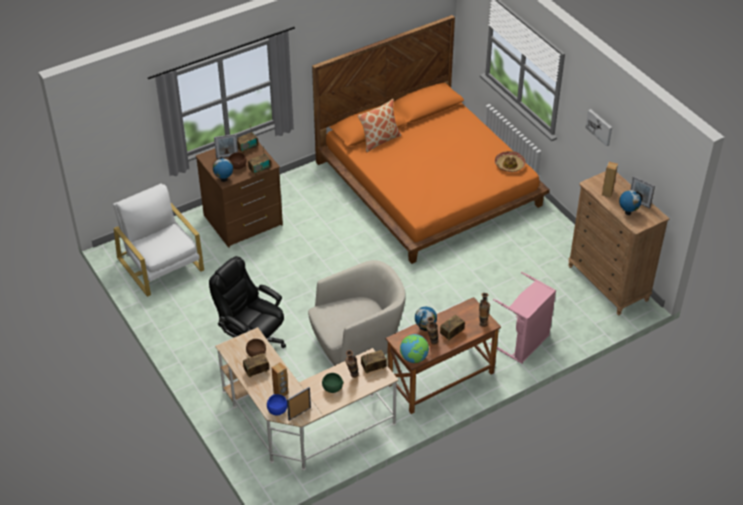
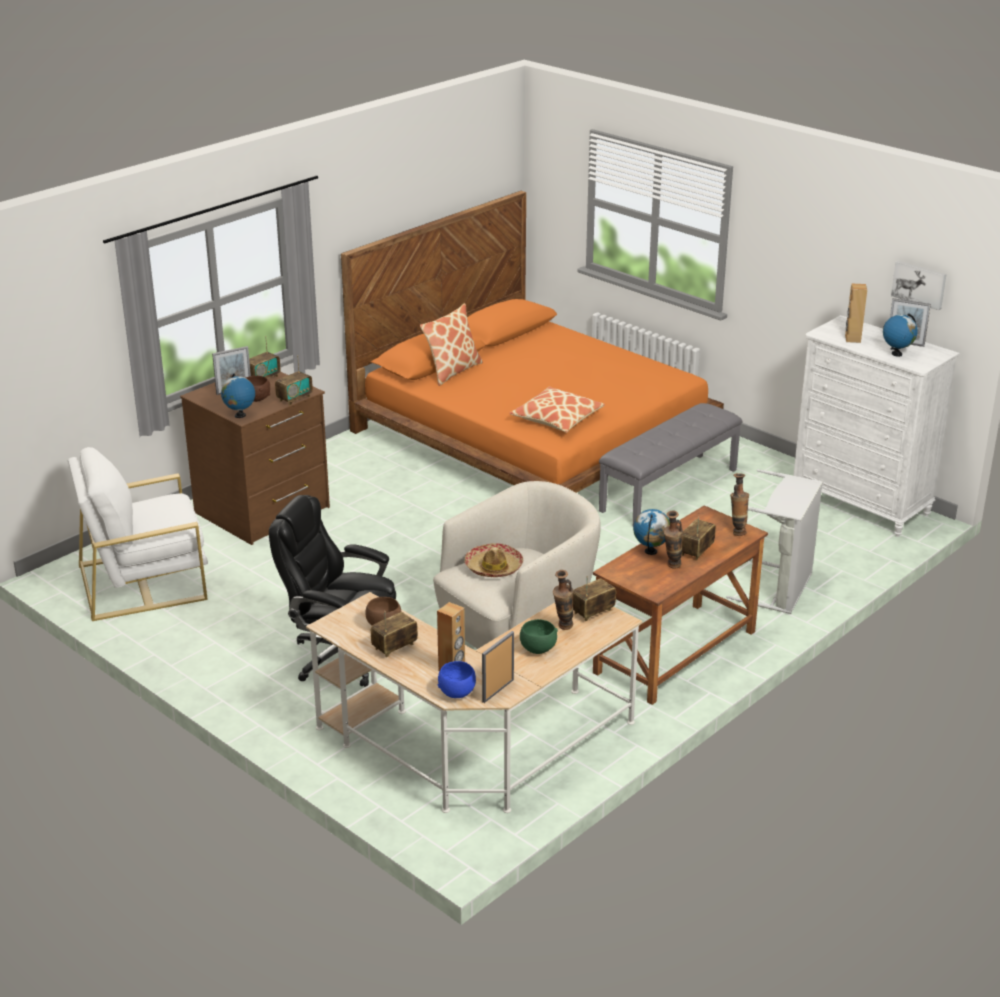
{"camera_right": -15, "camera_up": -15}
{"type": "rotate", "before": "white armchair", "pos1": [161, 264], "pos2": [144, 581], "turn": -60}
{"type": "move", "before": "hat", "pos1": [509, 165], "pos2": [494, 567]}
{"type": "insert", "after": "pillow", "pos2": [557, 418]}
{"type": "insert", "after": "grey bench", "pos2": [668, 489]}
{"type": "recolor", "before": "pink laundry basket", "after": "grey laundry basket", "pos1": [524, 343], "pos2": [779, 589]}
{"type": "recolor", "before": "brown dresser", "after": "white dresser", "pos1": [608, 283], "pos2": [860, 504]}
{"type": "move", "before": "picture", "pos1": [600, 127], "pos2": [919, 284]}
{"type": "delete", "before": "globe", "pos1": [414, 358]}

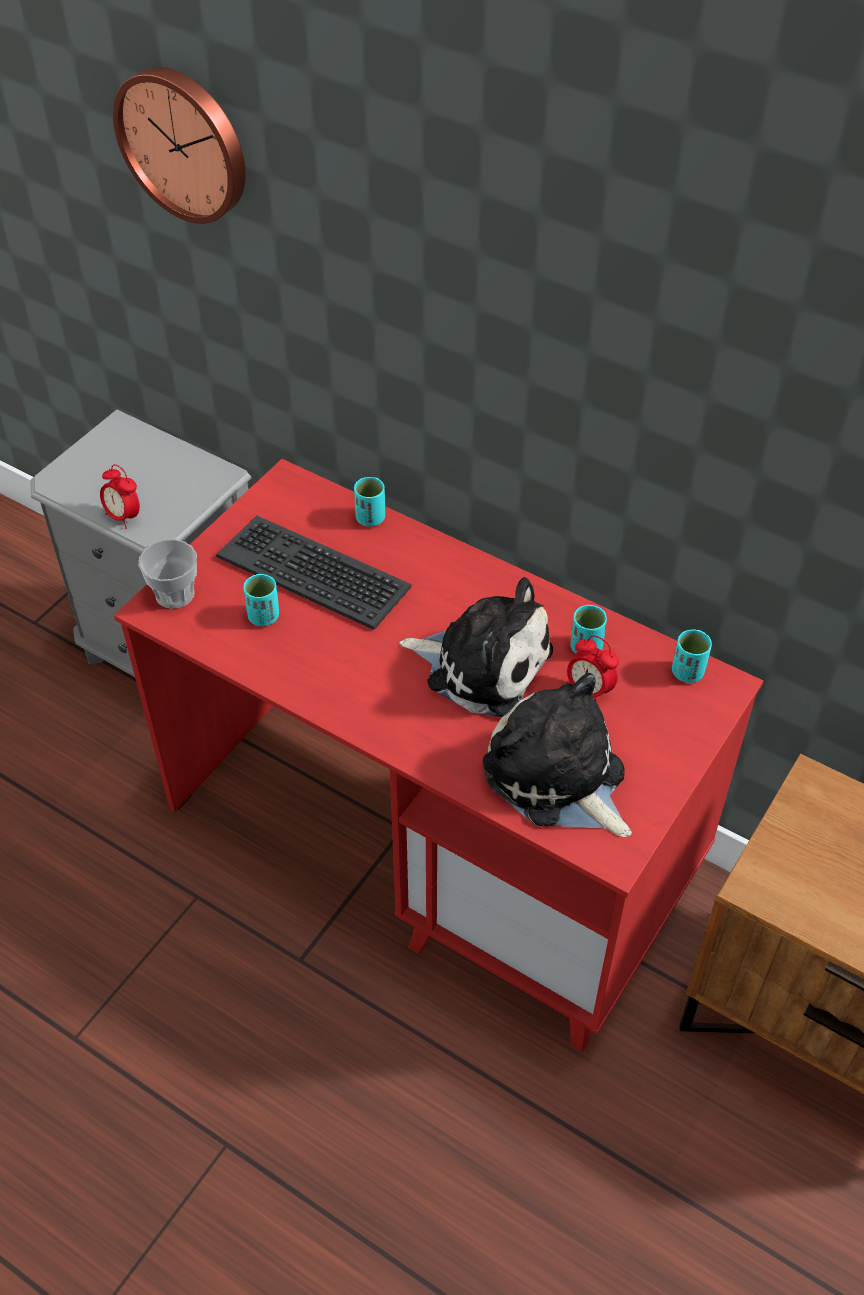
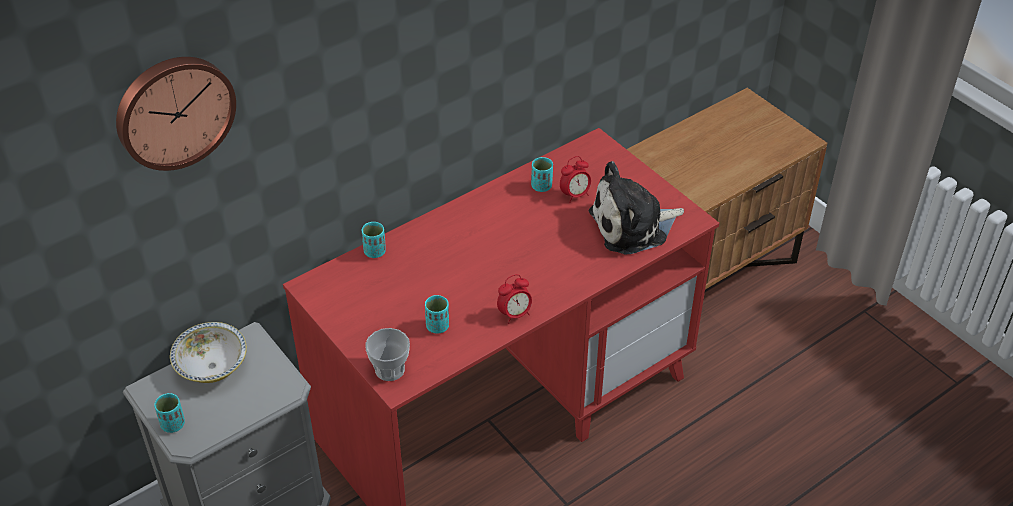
{"camera_right": -70, "camera_up": -5}
{"type": "move", "before": "turquoise cup", "pos1": [687, 672], "pos2": [173, 424]}
{"type": "insert", "after": "bowl", "pos2": [212, 367]}
{"type": "move", "before": "alarm clock", "pos1": [123, 517], "pos2": [515, 314]}
{"type": "delete", "before": "keyboard", "pos1": [314, 571]}
{"type": "delete", "before": "plush toy", "pos1": [482, 664]}

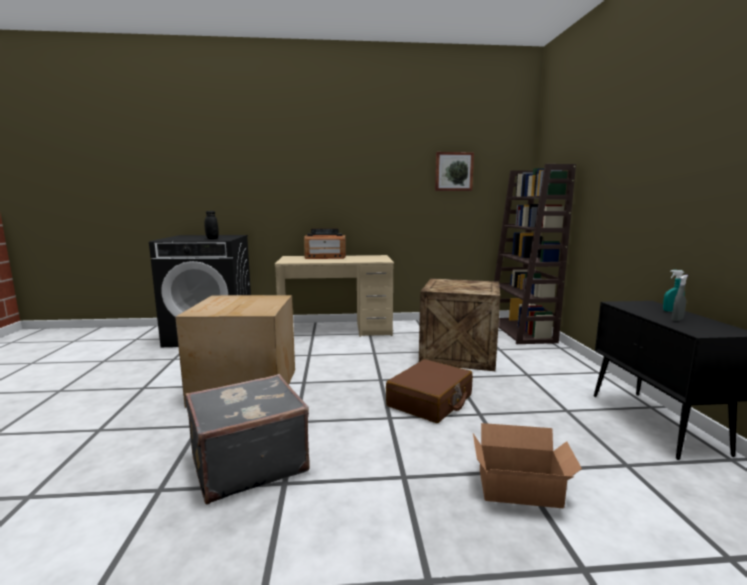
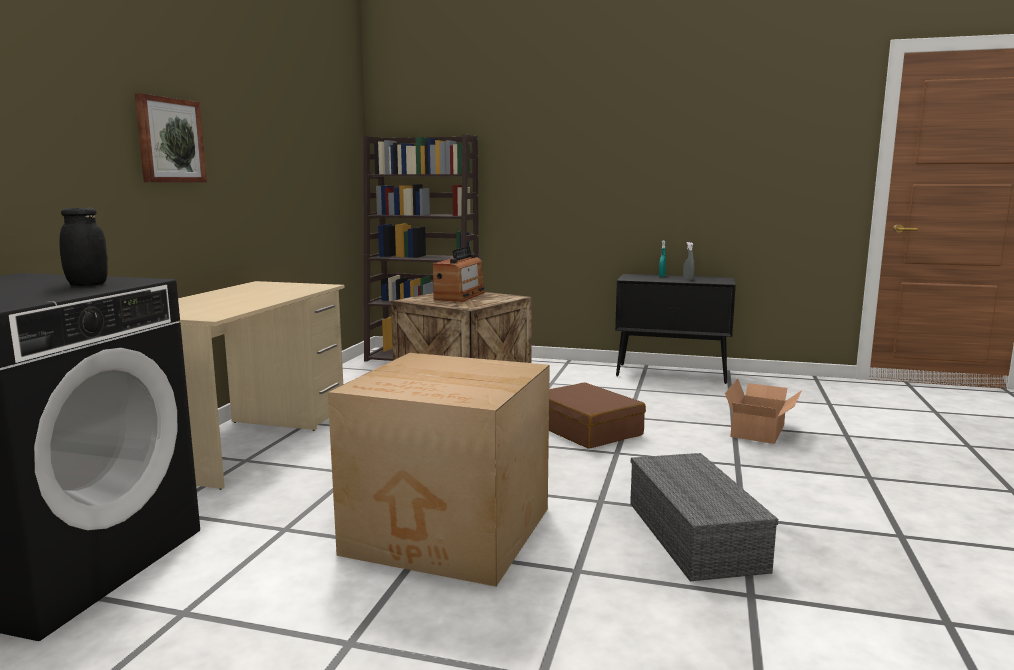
{"camera_right": -70, "camera_up": 0}
{"type": "move", "before": "picture", "pos1": [453, 171], "pos2": [169, 140]}
{"type": "move", "before": "radio", "pos1": [325, 257], "pos2": [459, 296]}
{"type": "replace", "before": "grey suitcase", "after": "grey storage box", "pos1": [247, 463], "pos2": [697, 536]}

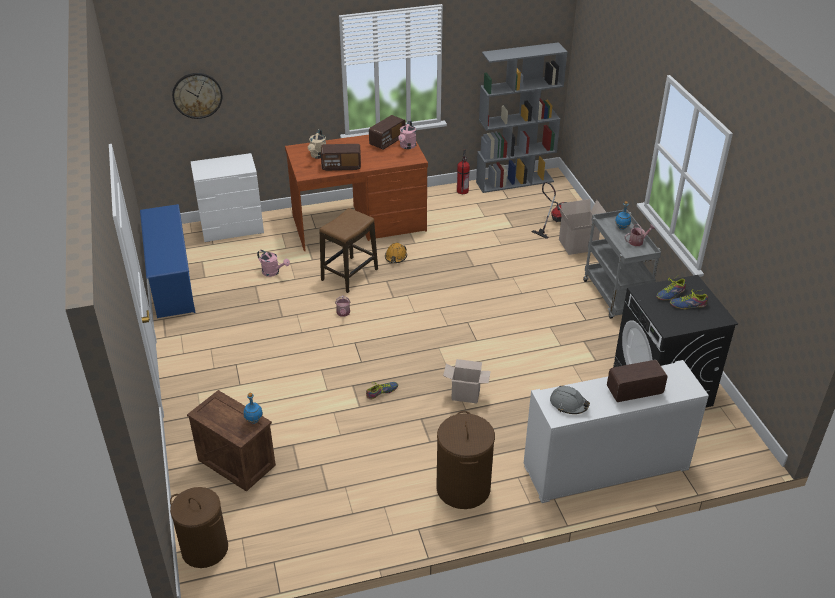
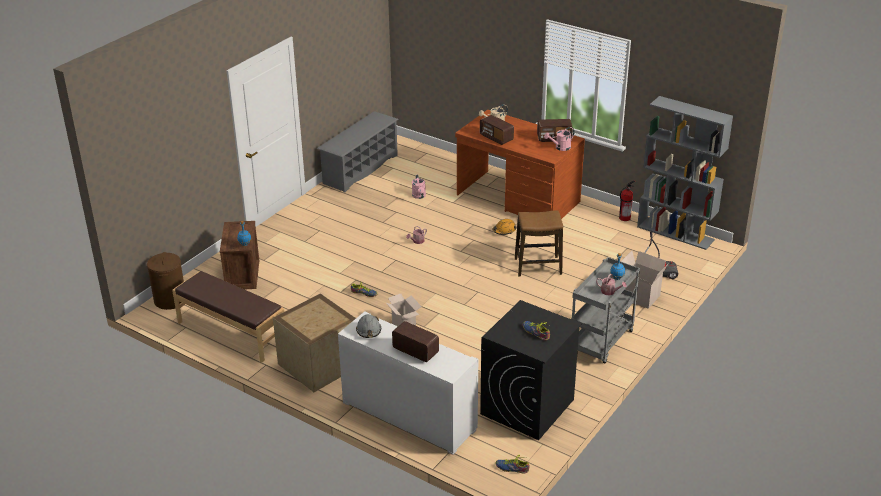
{"camera_right": 50, "camera_up": -5}
{"type": "insert", "after": "brown bench", "pos2": [231, 332]}
{"type": "replace", "before": "brown laundry basket", "after": "crate", "pos1": [463, 488], "pos2": [319, 365]}
{"type": "recolor", "before": "blue shoe rack", "after": "grey shoe rack", "pos1": [172, 281], "pos2": [360, 169]}
{"type": "move", "before": "shoe", "pos1": [670, 294], "pos2": [512, 468]}
{"type": "move", "before": "stool", "pos1": [349, 275], "pos2": [537, 266]}
{"type": "delete", "before": "wall clock", "pos1": [197, 95]}
{"type": "delete", "before": "white dresser", "pos1": [232, 228]}

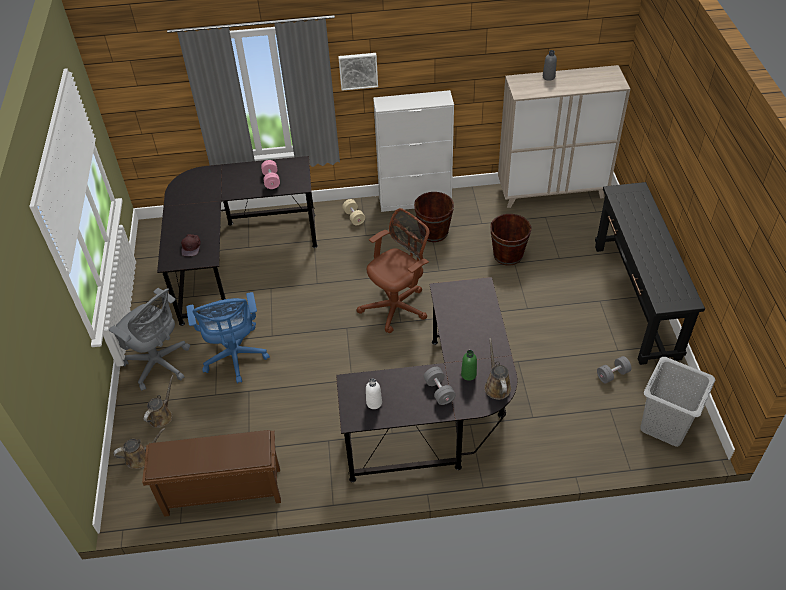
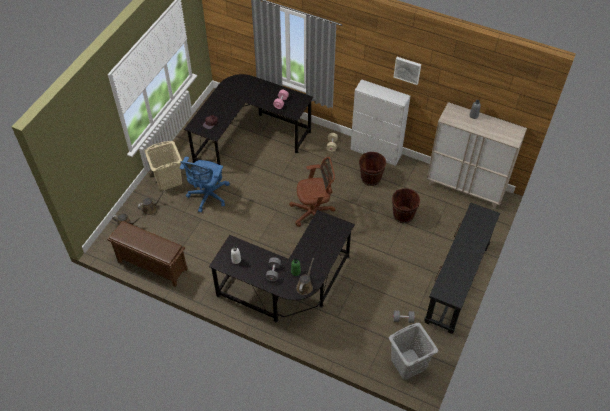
{"camera_right": 30, "camera_up": 5}
{"type": "replace", "before": "grey office chair", "after": "beige laundry basket", "pos1": [159, 364], "pos2": [168, 180]}
{"type": "move", "before": "picture", "pos1": [358, 70], "pos2": [407, 70]}

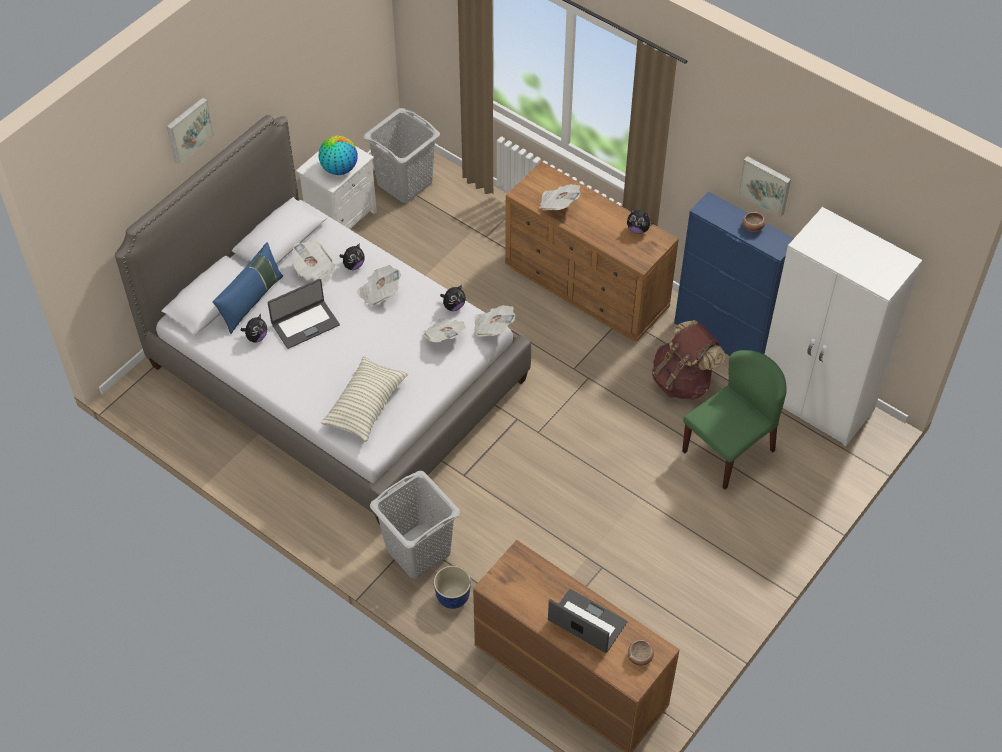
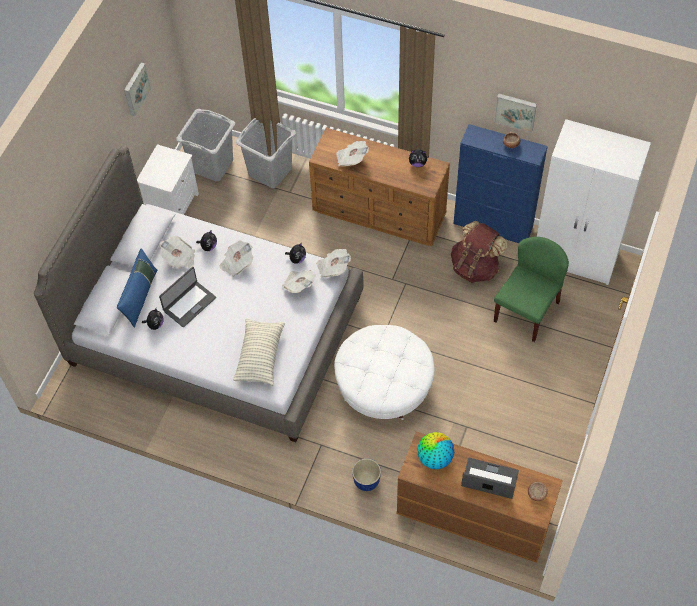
{"camera_right": -15, "camera_up": 5}
{"type": "move", "before": "picture", "pos1": [188, 129], "pos2": [135, 88]}
{"type": "move", "before": "grey laundry basket", "pos1": [418, 550], "pos2": [270, 171]}
{"type": "insert", "after": "white ottoman", "pos2": [384, 385]}
{"type": "move", "before": "globe", "pos1": [339, 169], "pos2": [434, 458]}

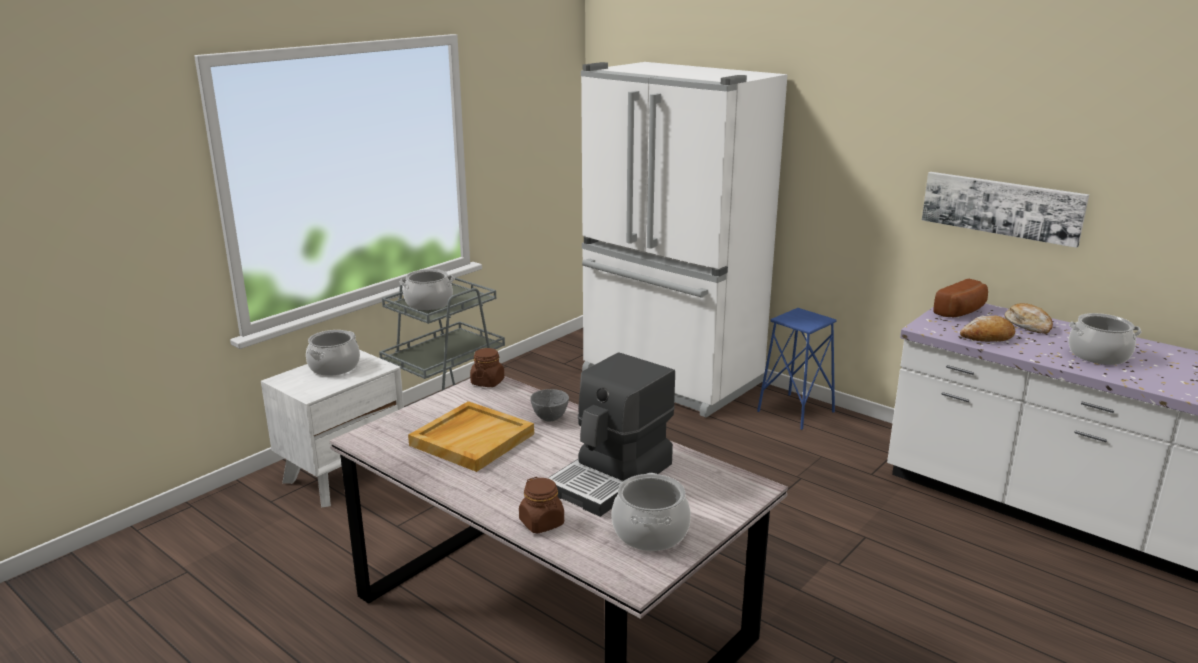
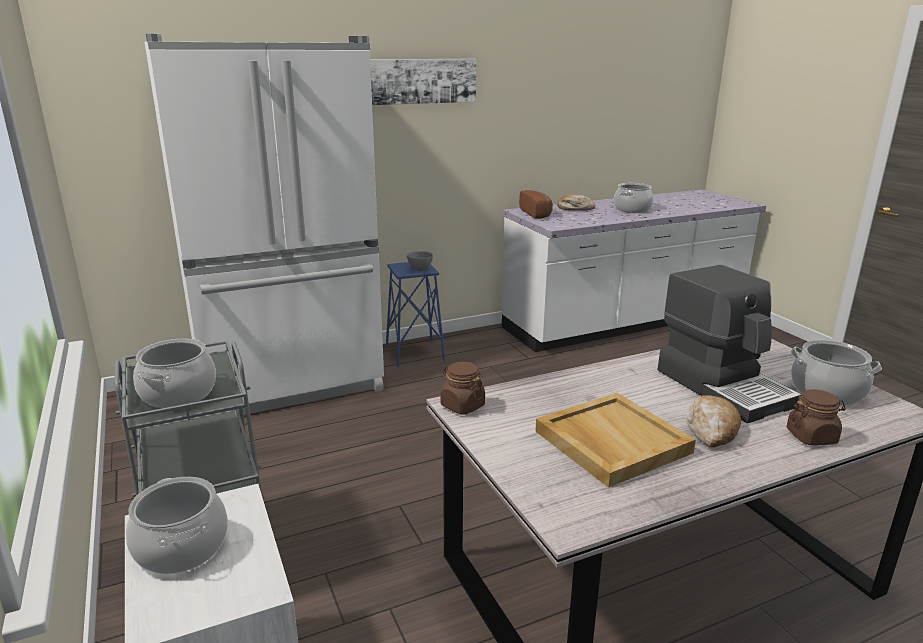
{"camera_right": -65, "camera_up": 0}
{"type": "move", "before": "picture", "pos1": [1001, 207], "pos2": [417, 81]}
{"type": "move", "before": "grey bowl", "pos1": [549, 418], "pos2": [420, 269]}
{"type": "move", "before": "bread", "pos1": [987, 337], "pos2": [712, 430]}

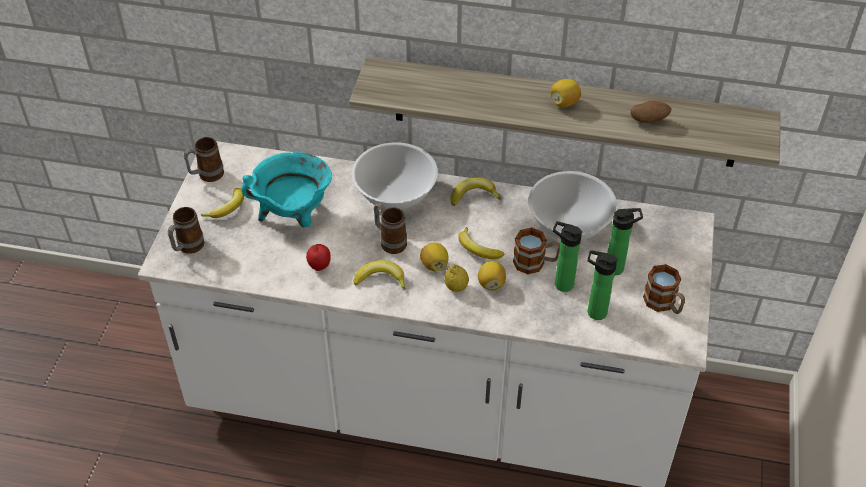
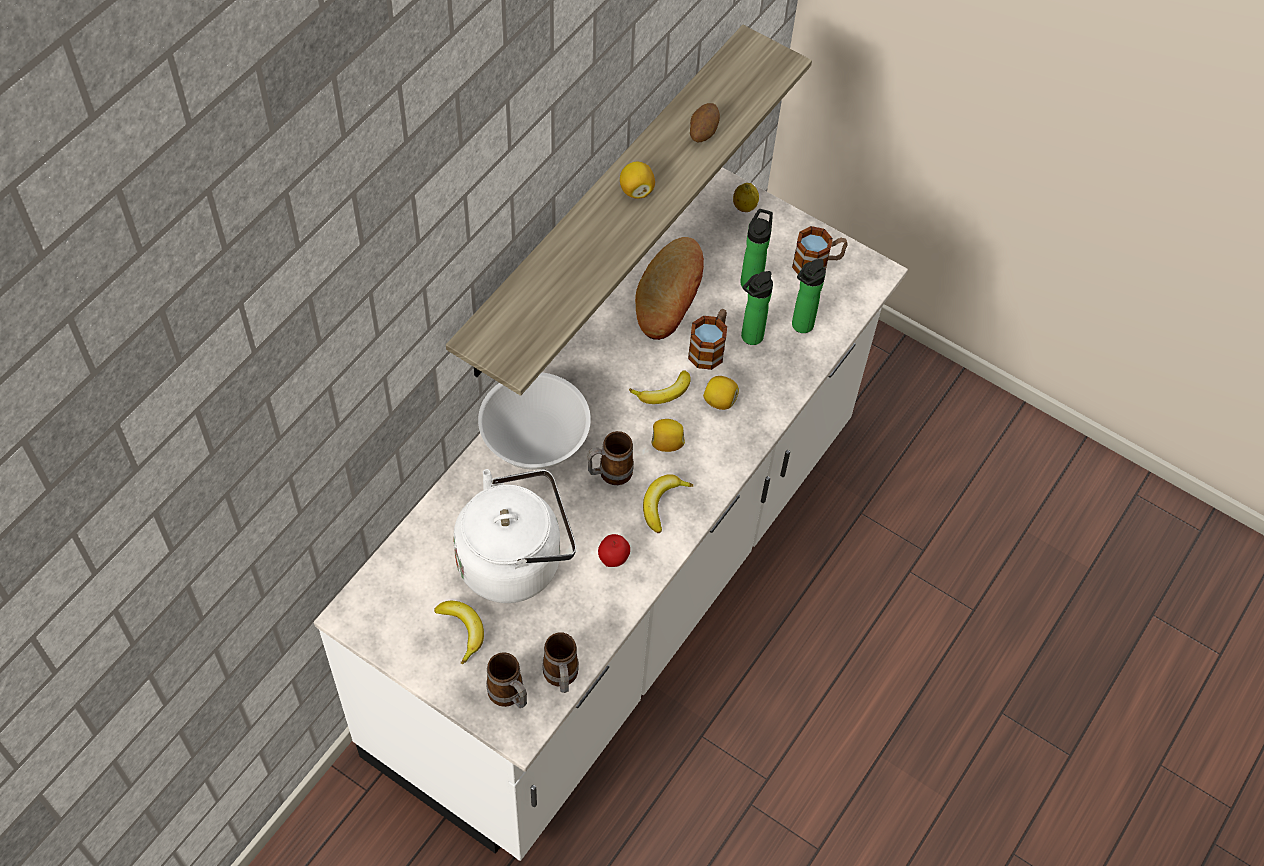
{"camera_right": -70, "camera_up": 10}
{"type": "replace", "before": "turquoise cooking pot", "after": "white kettle", "pos1": [294, 216], "pos2": [516, 560]}
{"type": "move", "before": "mug", "pos1": [206, 176], "pos2": [561, 678]}
{"type": "replace", "before": "white bowl", "after": "bread", "pos1": [570, 224], "pos2": [670, 293]}
{"type": "move", "before": "lemon", "pos1": [456, 287], "pos2": [744, 207]}
{"type": "delete", "before": "banana", "pos1": [473, 195]}

